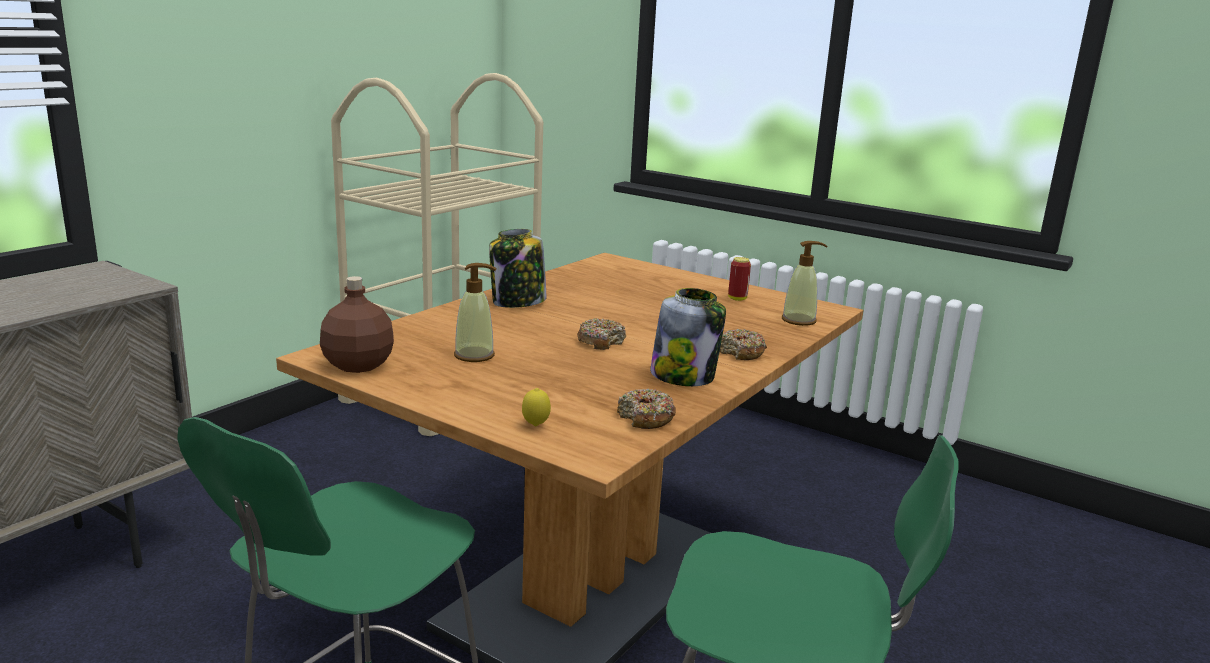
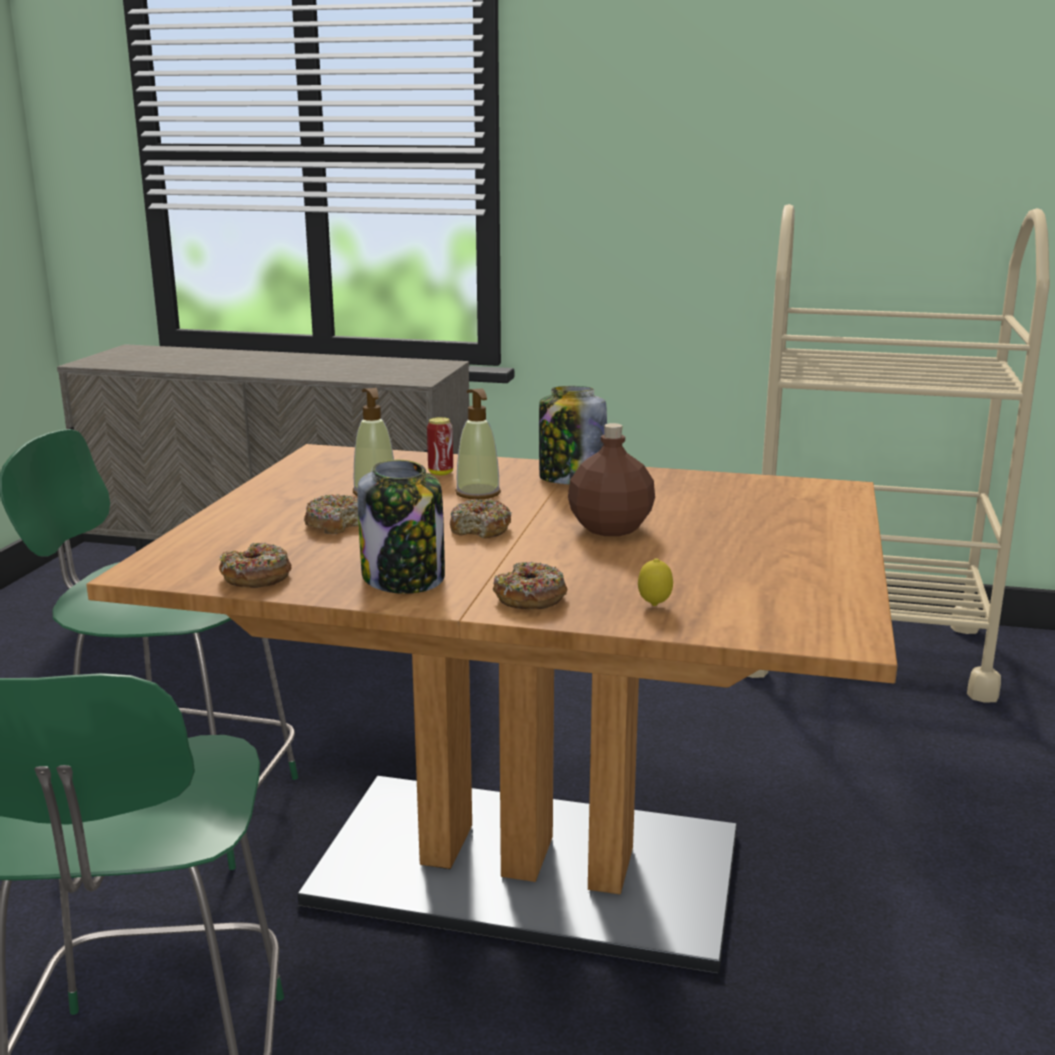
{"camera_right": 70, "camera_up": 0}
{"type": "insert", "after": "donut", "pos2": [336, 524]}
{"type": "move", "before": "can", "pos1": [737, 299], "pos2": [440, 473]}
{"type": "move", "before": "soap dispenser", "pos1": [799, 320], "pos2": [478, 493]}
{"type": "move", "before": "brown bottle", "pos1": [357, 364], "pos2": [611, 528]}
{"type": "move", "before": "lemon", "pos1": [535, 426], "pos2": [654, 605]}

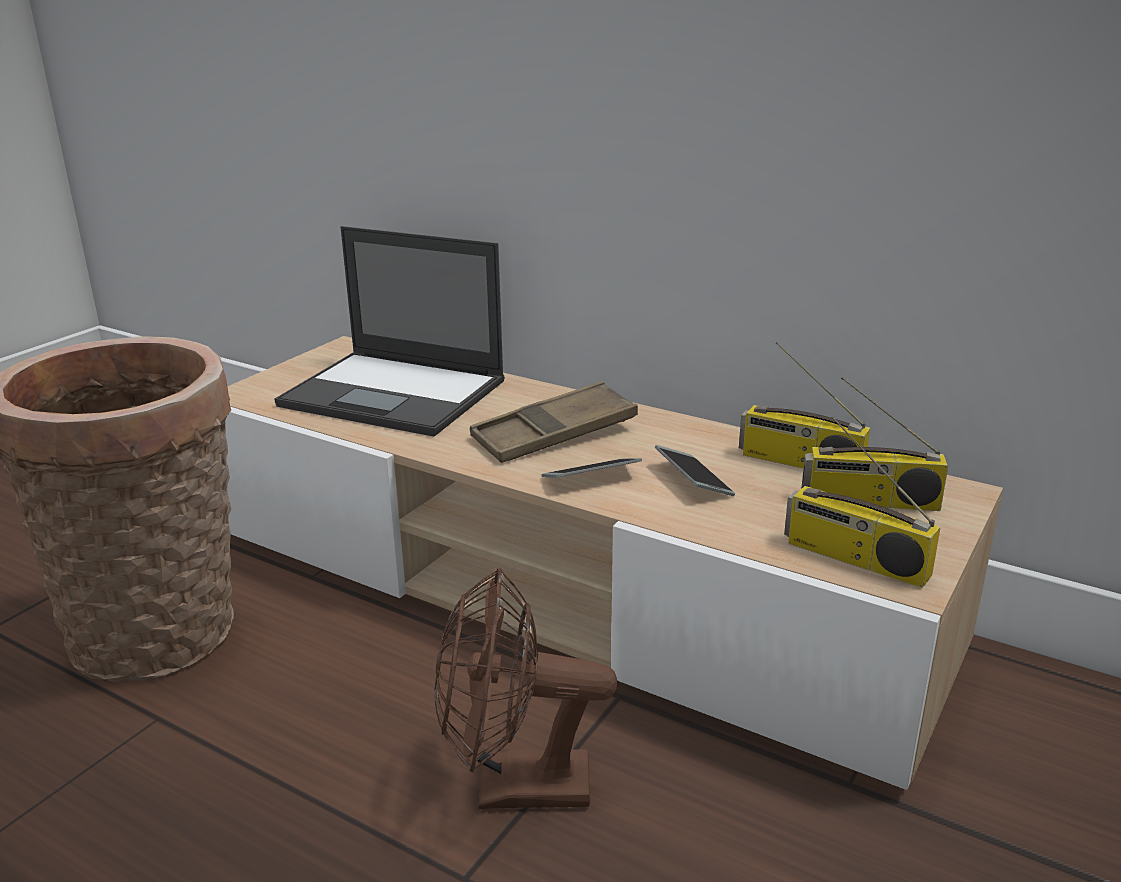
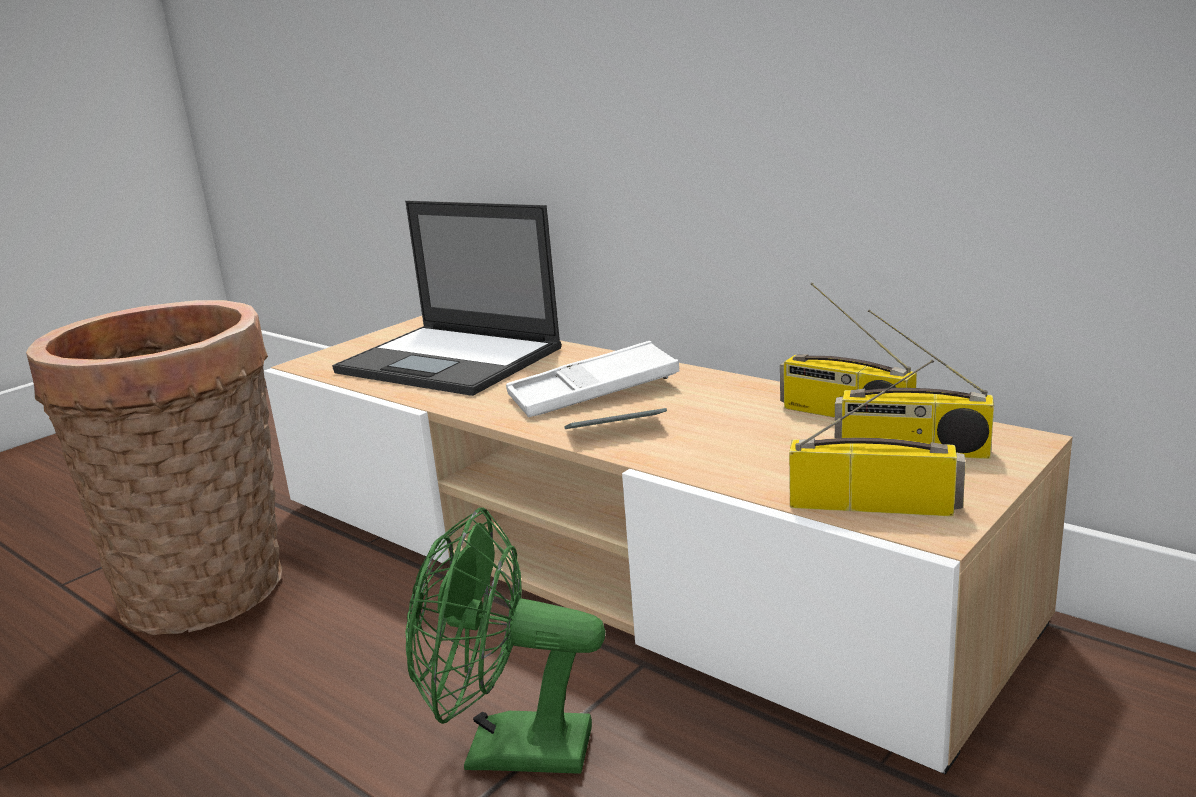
{"camera_right": 10, "camera_up": -5}
{"type": "recolor", "before": "brown fan", "after": "green fan", "pos1": [514, 788], "pos2": [508, 751]}
{"type": "recolor", "before": "brown tray", "after": "white tray", "pos1": [554, 433], "pos2": [593, 392]}
{"type": "rotate", "before": "radio", "pos1": [853, 559], "pos2": [874, 504], "turn": 150}
{"type": "delete", "before": "phone", "pos1": [693, 480]}

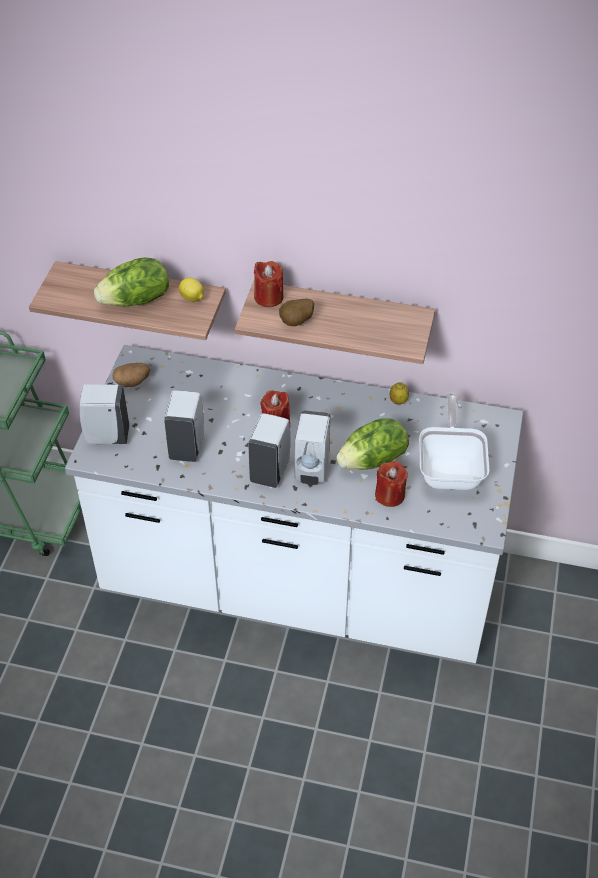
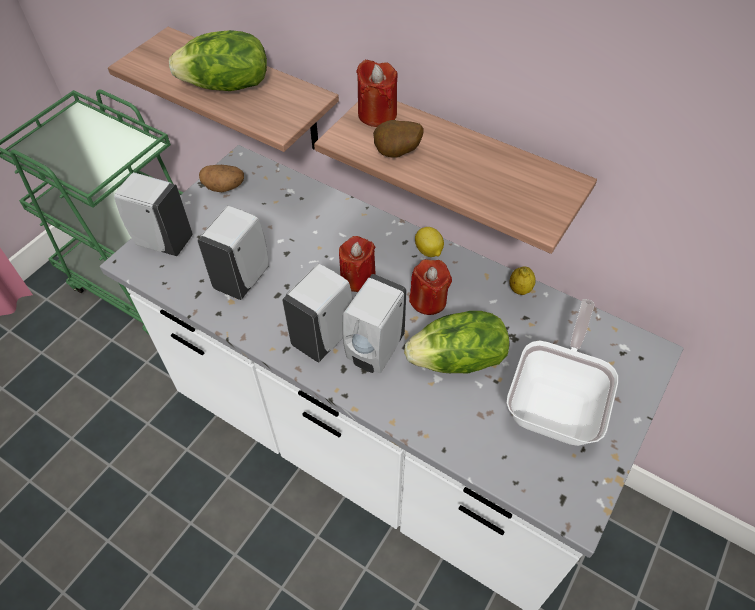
{"camera_right": 20, "camera_up": 5}
{"type": "move", "before": "red candle", "pos1": [389, 495], "pos2": [428, 300]}
{"type": "move", "before": "lemon", "pos1": [192, 298], "pos2": [429, 251]}

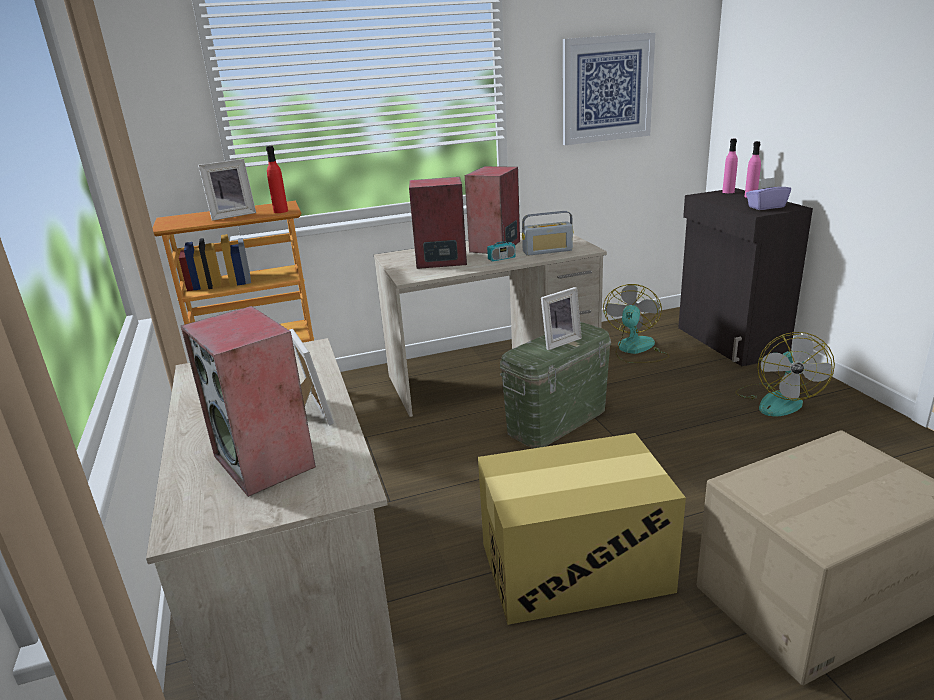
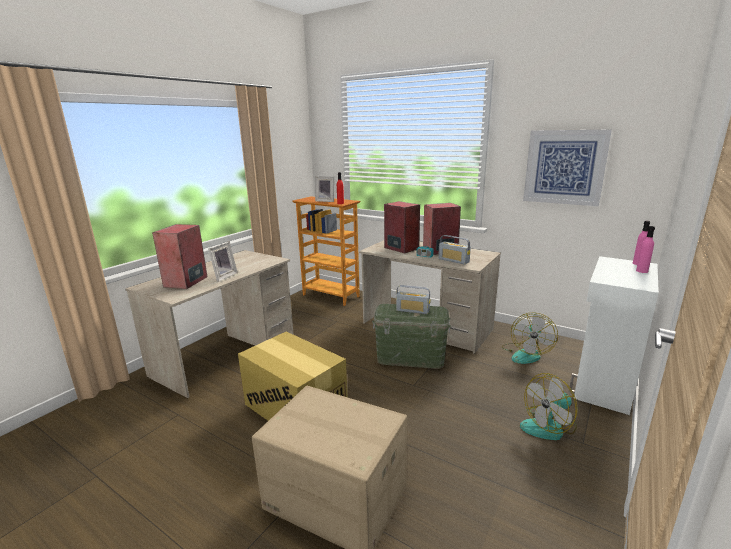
{"camera_right": 50, "camera_up": -5}
{"type": "replace", "before": "picture frame", "after": "radio", "pos1": [559, 341], "pos2": [412, 310]}
{"type": "rotate", "before": "fan", "pos1": [635, 350], "pos2": [526, 354], "turn": 135}
{"type": "recolor", "before": "black cabinet", "after": "white cabinet", "pos1": [730, 341], "pos2": [602, 383]}
{"type": "delete", "before": "purple tissue box", "pos1": [766, 207]}

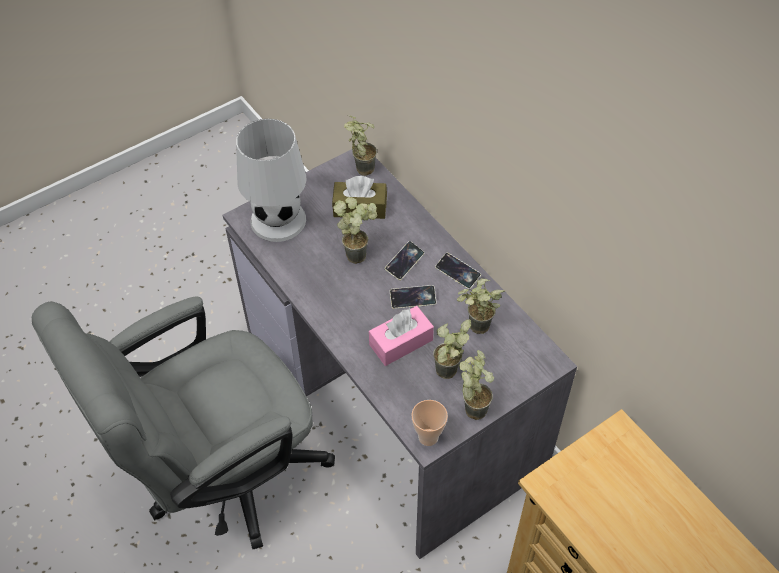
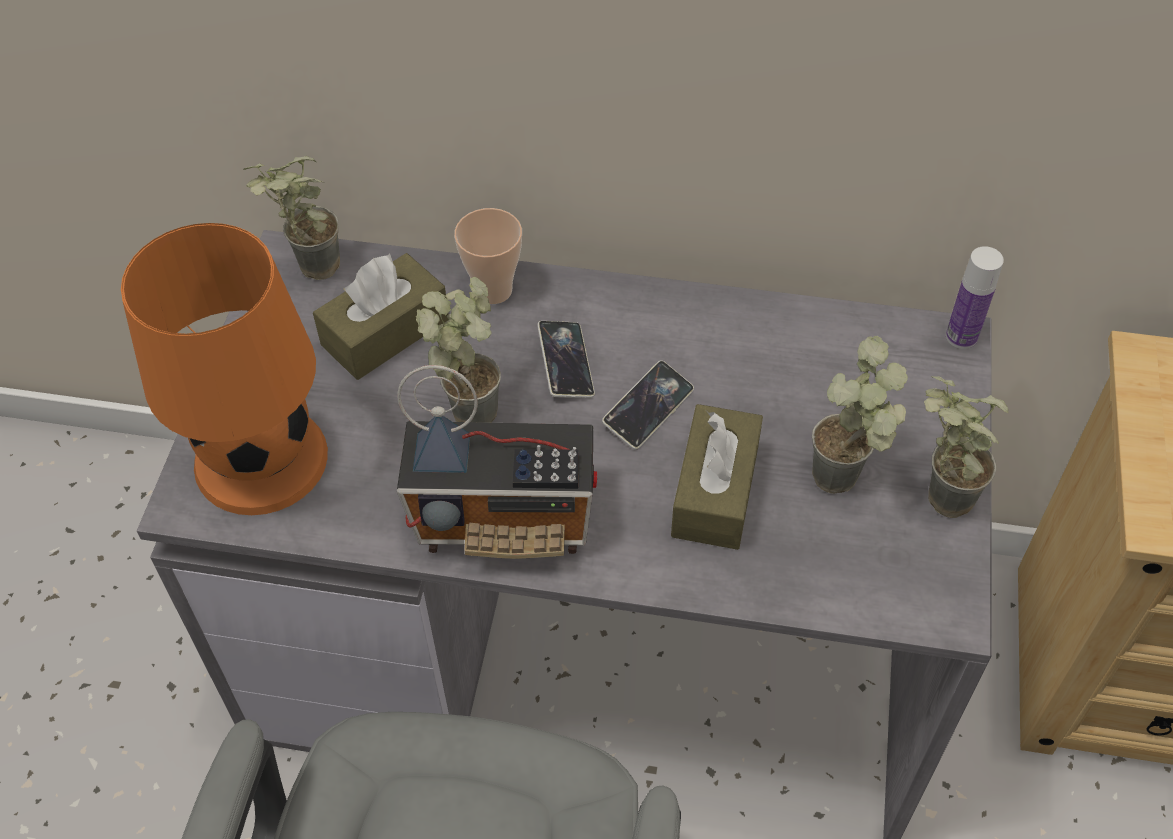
{"camera_right": -45, "camera_up": 0}
{"type": "recolor", "before": "white table lamp", "after": "orange table lamp", "pos1": [277, 220], "pos2": [260, 460]}
{"type": "insert", "after": "radio", "pos2": [505, 518]}
{"type": "move", "before": "cup", "pos1": [428, 437], "pos2": [493, 290]}
{"type": "recolor", "before": "pink tissue box", "after": "brown tissue box", "pos1": [401, 342], "pos2": [715, 491]}
{"type": "insert", "after": "bottle", "pos2": [961, 336]}
{"type": "delete", "before": "phone", "pos1": [457, 272]}
{"type": "delete", "before": "potted plant", "pos1": [475, 330]}

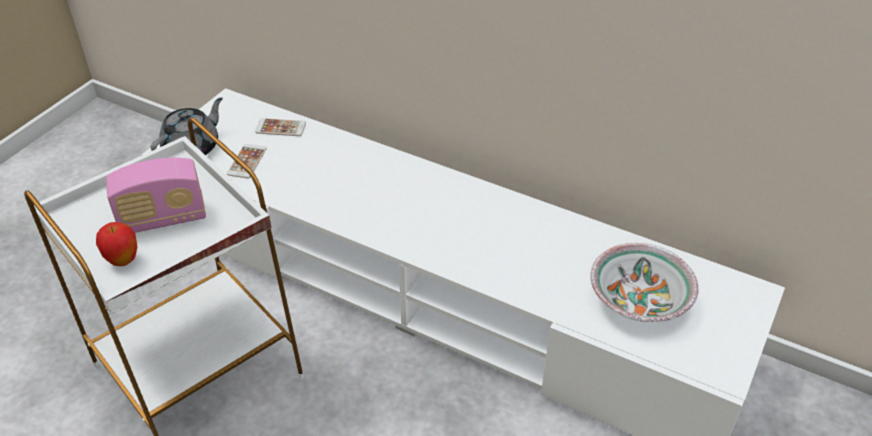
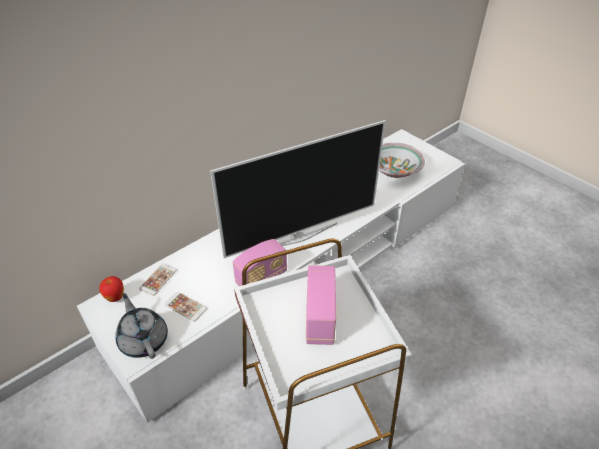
{"camera_right": -70, "camera_up": 0}
{"type": "move", "before": "apple", "pos1": [123, 261], "pos2": [115, 298]}
{"type": "insert", "after": "television", "pos2": [299, 236]}
{"type": "insert", "after": "radio", "pos2": [261, 278]}

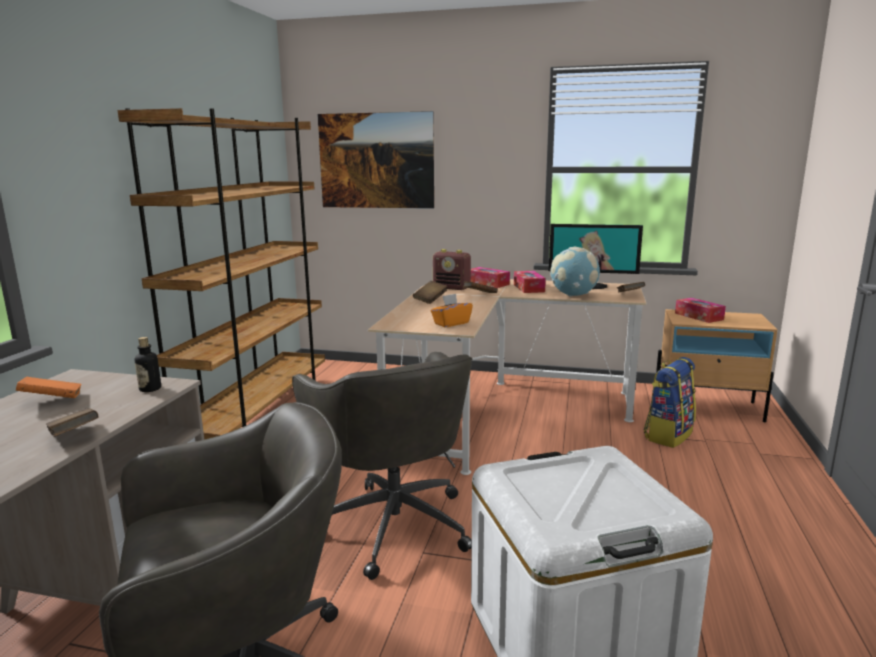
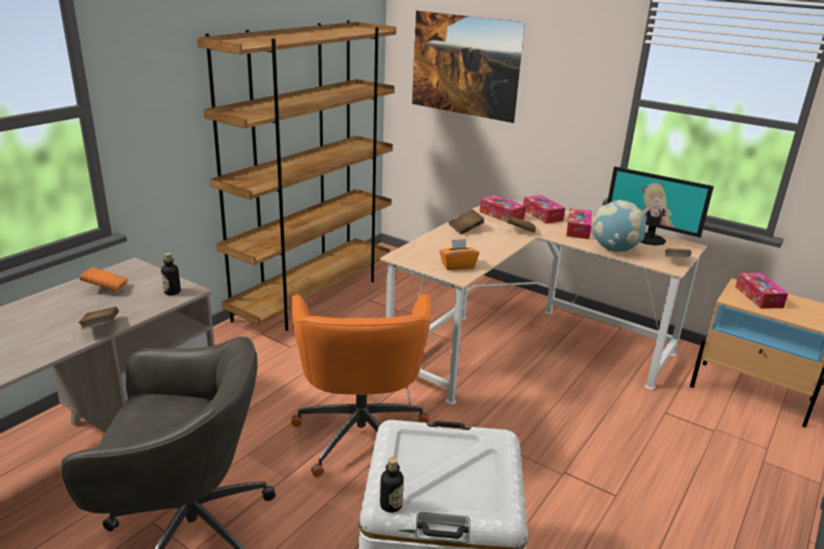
{"camera_right": 20, "camera_up": 10}
{"type": "recolor", "before": "grey office chair", "after": "orange office chair", "pos1": [393, 523], "pos2": [361, 432]}
{"type": "insert", "after": "bottle", "pos2": [391, 505]}
{"type": "replace", "before": "radio", "after": "tissue box", "pos1": [452, 288], "pos2": [501, 215]}
{"type": "delete", "before": "backpack", "pos1": [668, 435]}

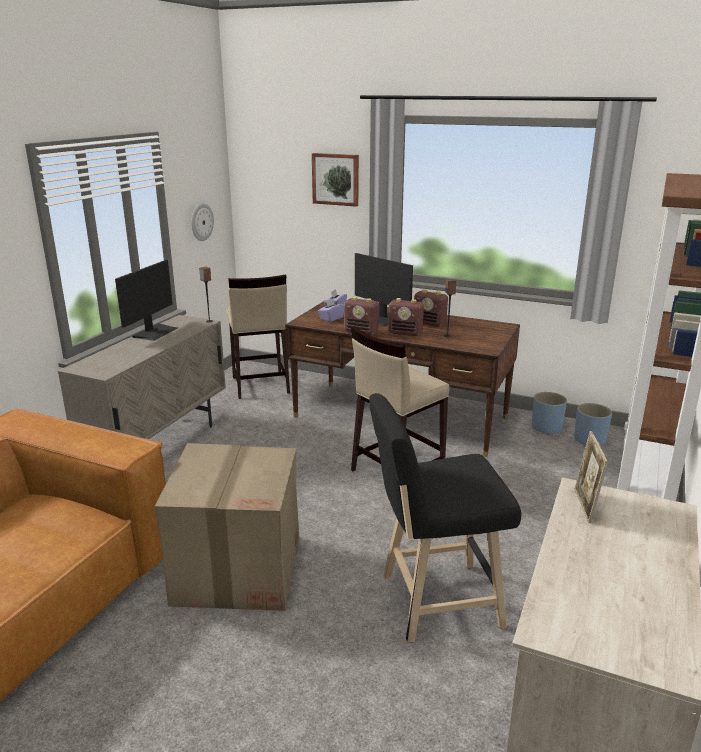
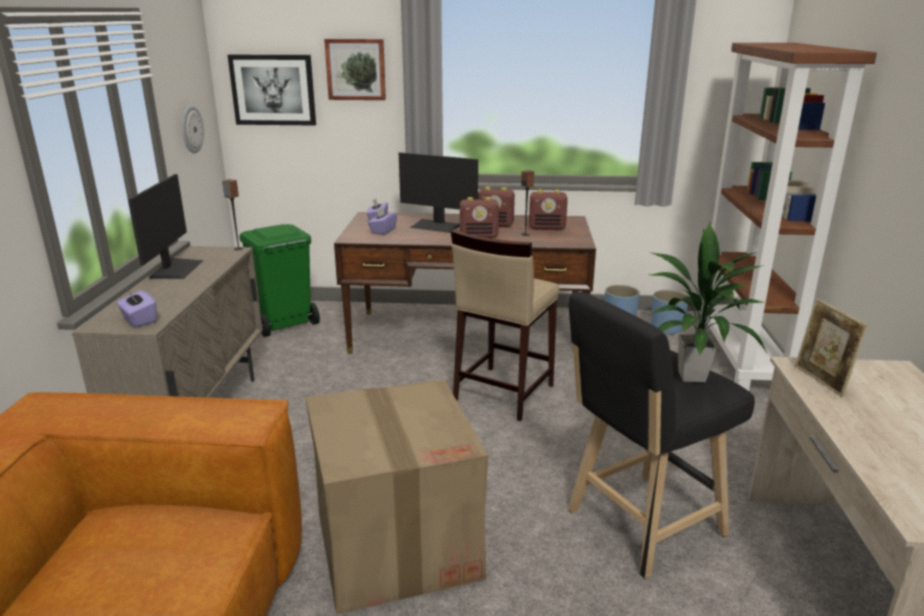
{"camera_right": -20, "camera_up": 0}
{"type": "insert", "after": "purple tissue box", "pos2": [139, 320]}
{"type": "insert", "after": "picture", "pos2": [273, 90]}
{"type": "replace", "before": "beige stool", "after": "green trash can", "pos1": [260, 385], "pos2": [284, 325]}
{"type": "move", "before": "radio", "pos1": [361, 332], "pos2": [547, 228]}
{"type": "insert", "after": "potted plant", "pos2": [691, 377]}

